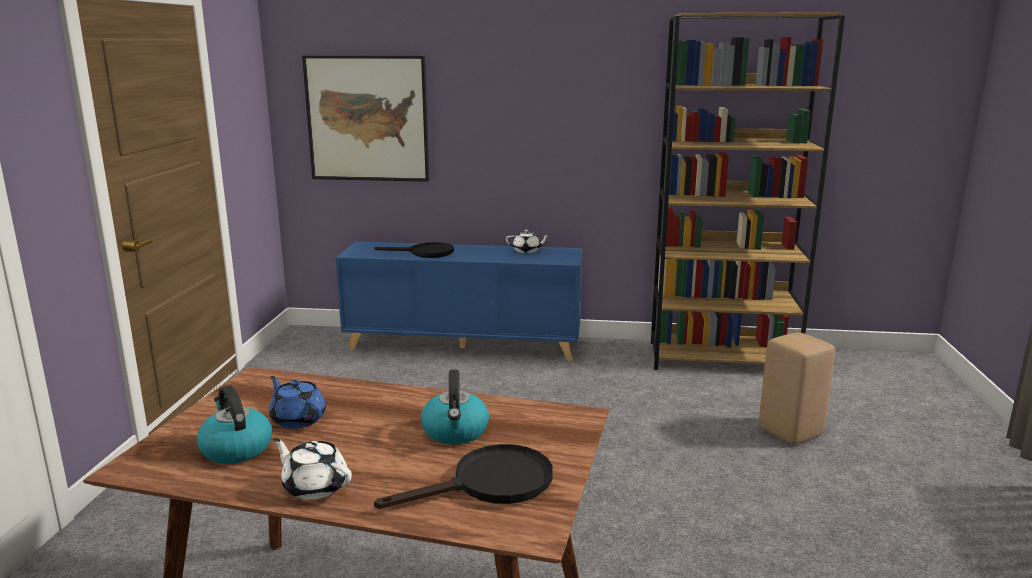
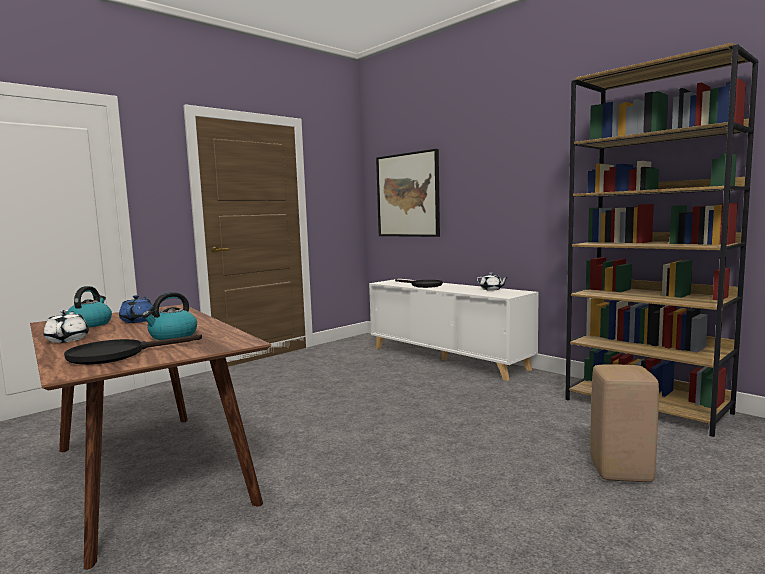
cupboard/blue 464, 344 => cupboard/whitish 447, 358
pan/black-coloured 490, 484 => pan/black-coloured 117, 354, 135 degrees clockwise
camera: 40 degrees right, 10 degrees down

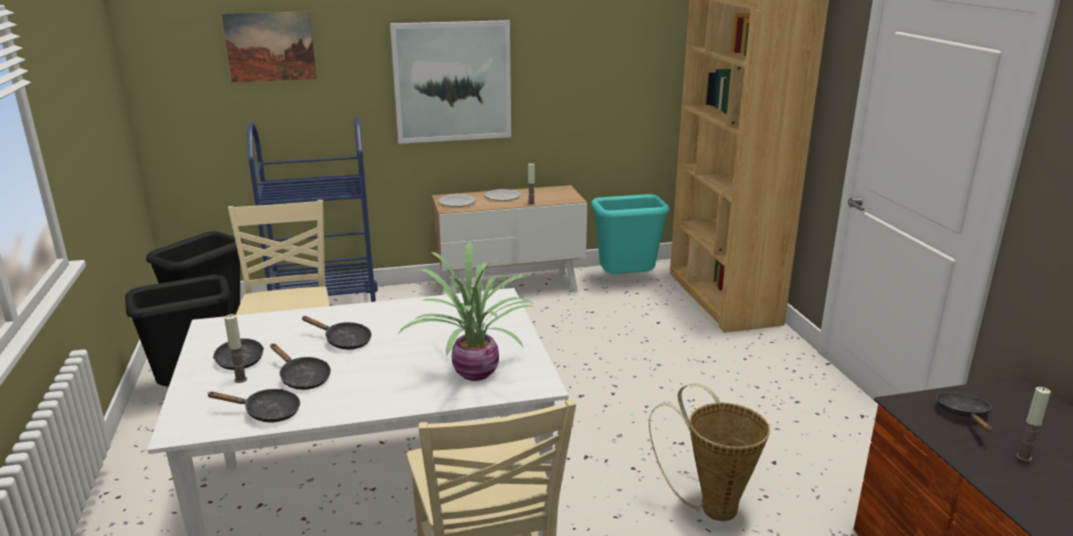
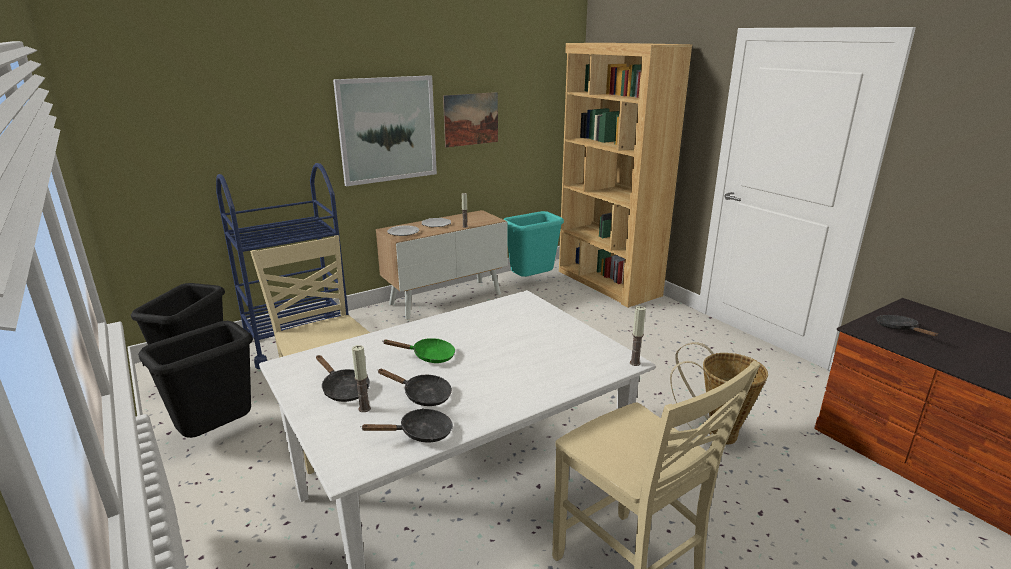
plant in a pot 475, 372 => nothing
picture 270, 46 => picture 471, 119, shifted
wax candle 1023, 457 => wax candle 635, 363, shifted
pan/black-coloured 344, 341 => pan/greenish 429, 356
camera: 20 degrees left, 0 degrees up

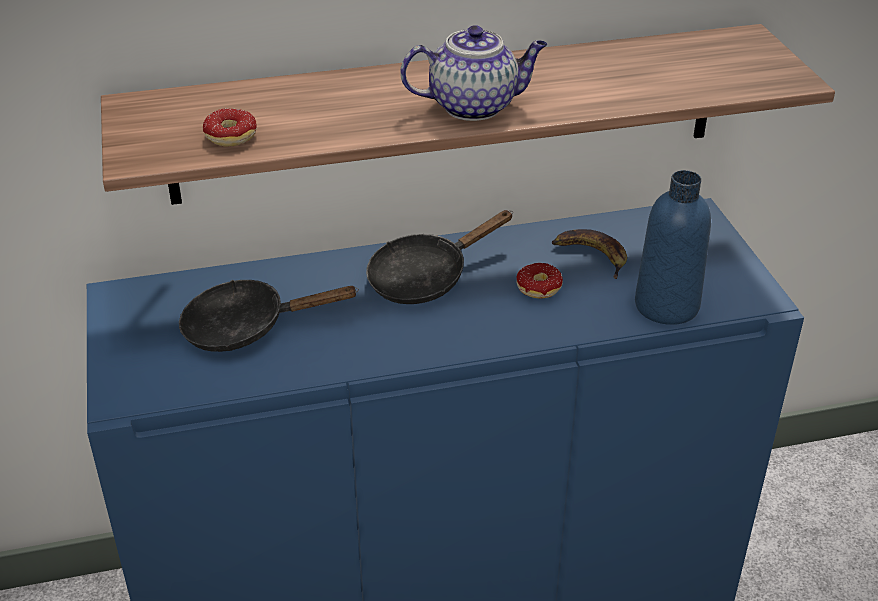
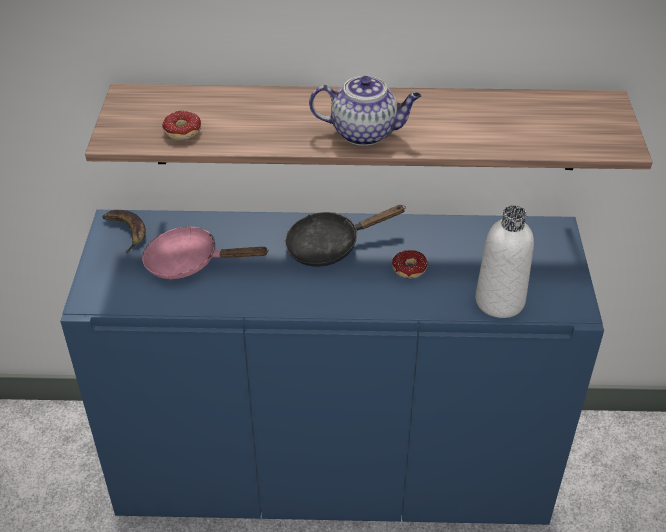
whole banana 591, 255 => whole banana 125, 231, shifted
pan/black-coloured 246, 327 => pan/pink 190, 262
bottle/blue 666, 306 => bottle/whitish 499, 301
camera: 15 degrees right, 5 degrees up

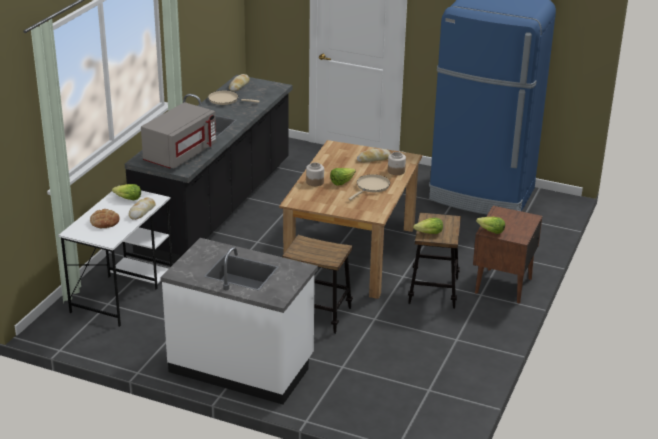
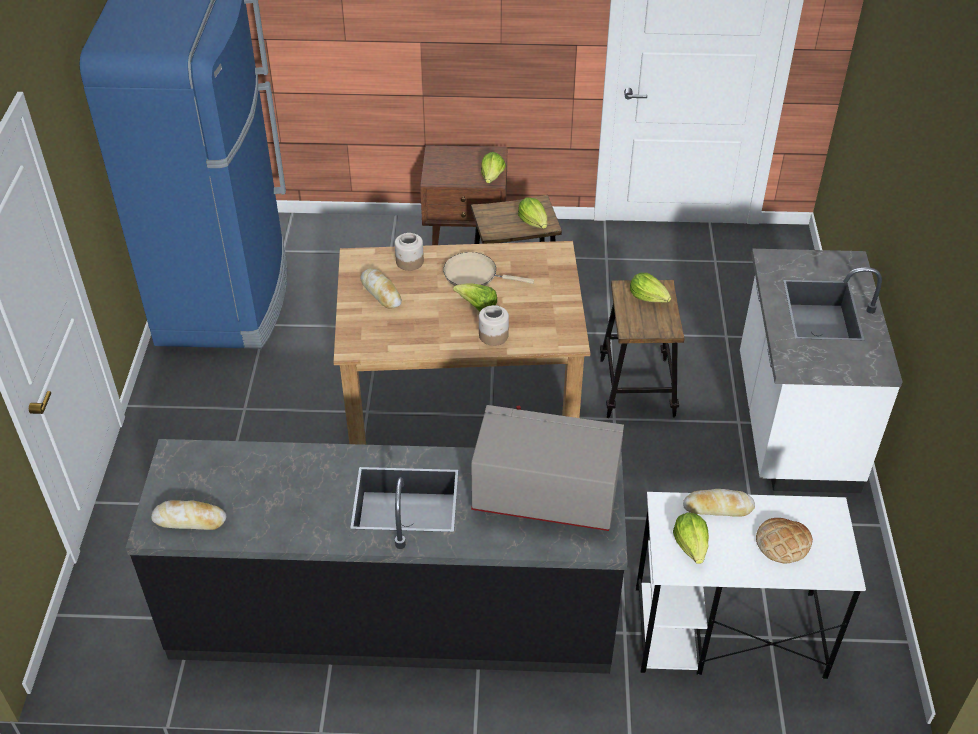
pan/beige 226, 100 => nothing
nothing => lettuce head 649, 297
camera: 110 degrees left, 15 degrees up

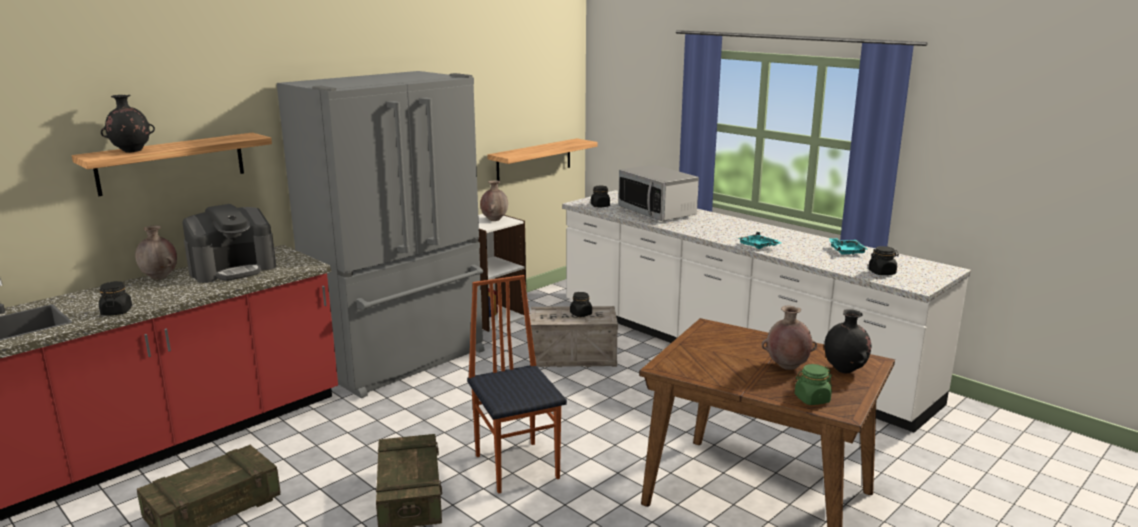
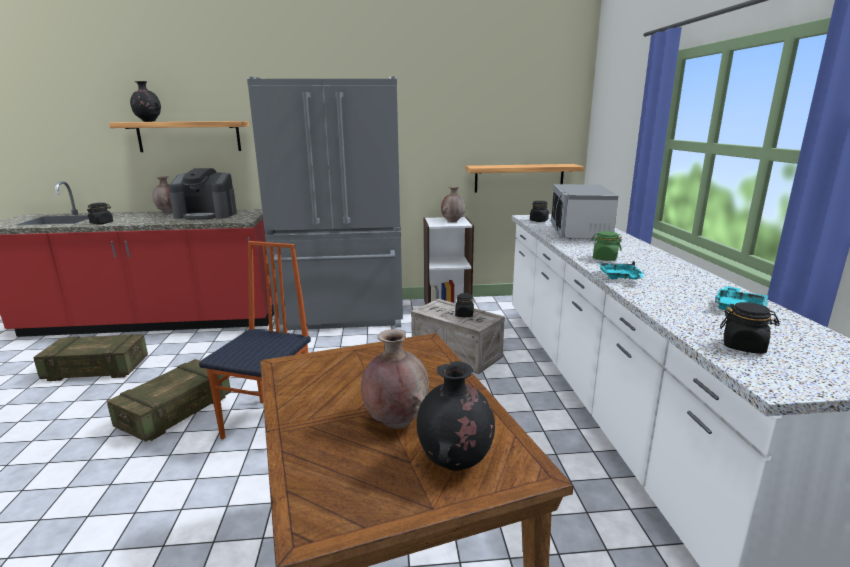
jar/greenish 812, 399 => jar/greenish 604, 258, shifted
camera: 40 degrees right, 0 degrees up

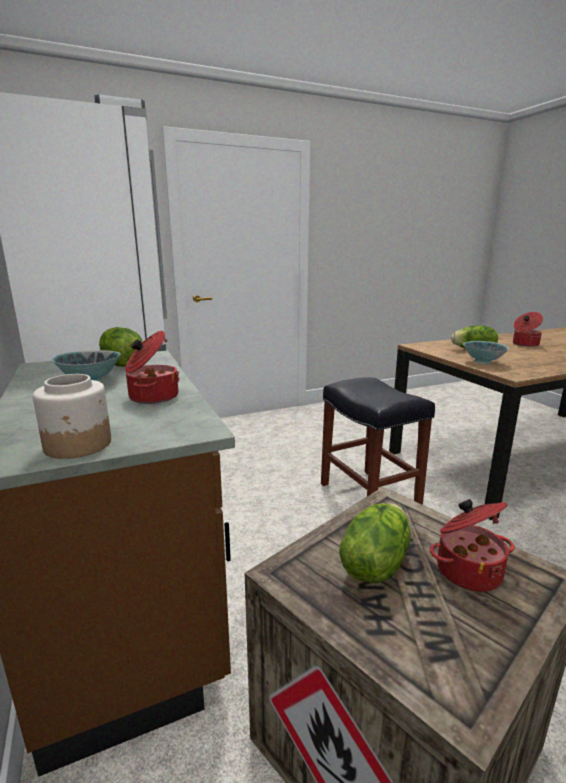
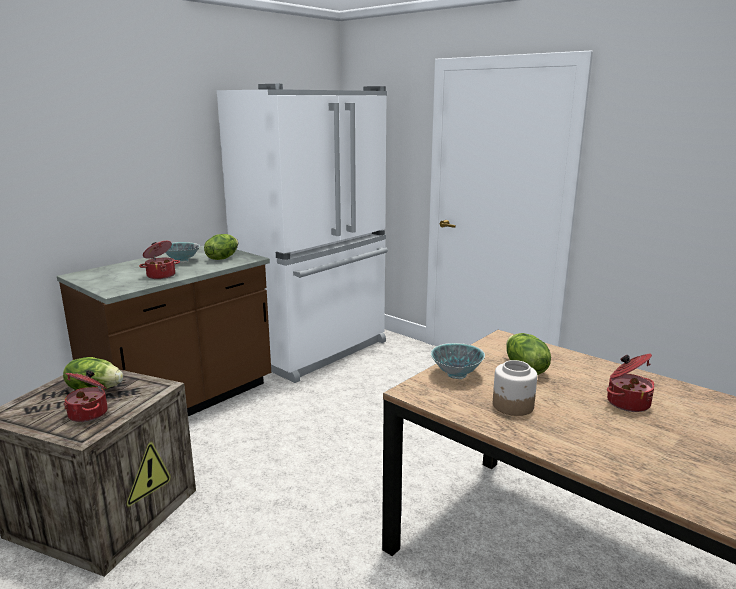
sitting stool/black-coloured 367, 495 => nothing
jar 78, 445 => jar 513, 406, shifted
camera: 65 degrees right, 0 degrees up

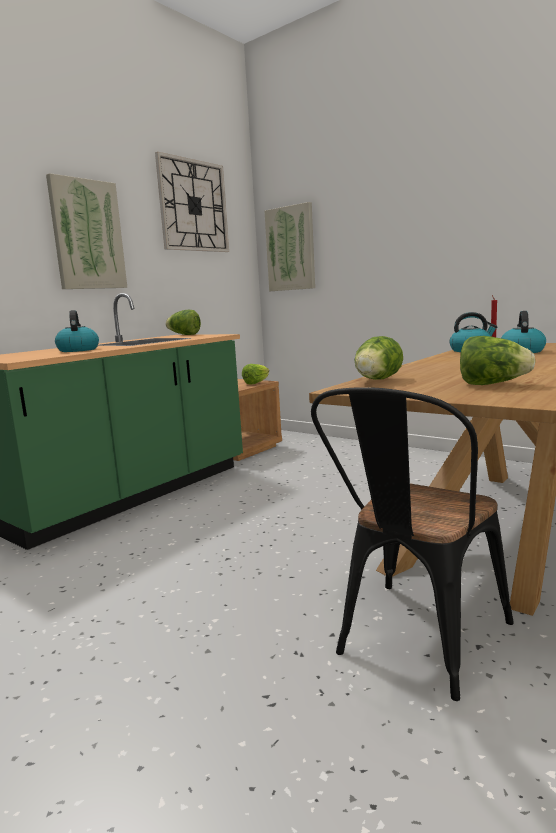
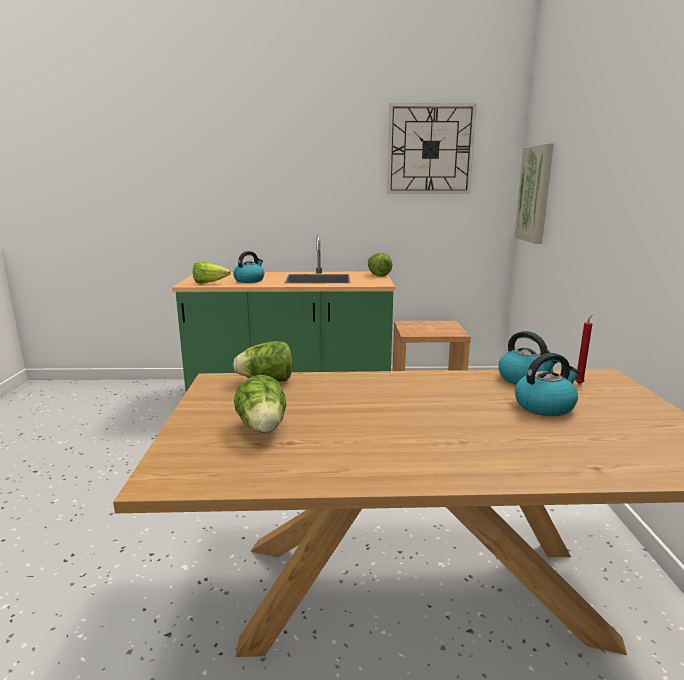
picture 87, 235 => nothing
upright chair/black-coloured 415, 643 => nothing
lettuce head 256, 383 => lettuce head 209, 283, shifted
camera: 50 degrees right, 5 degrees up

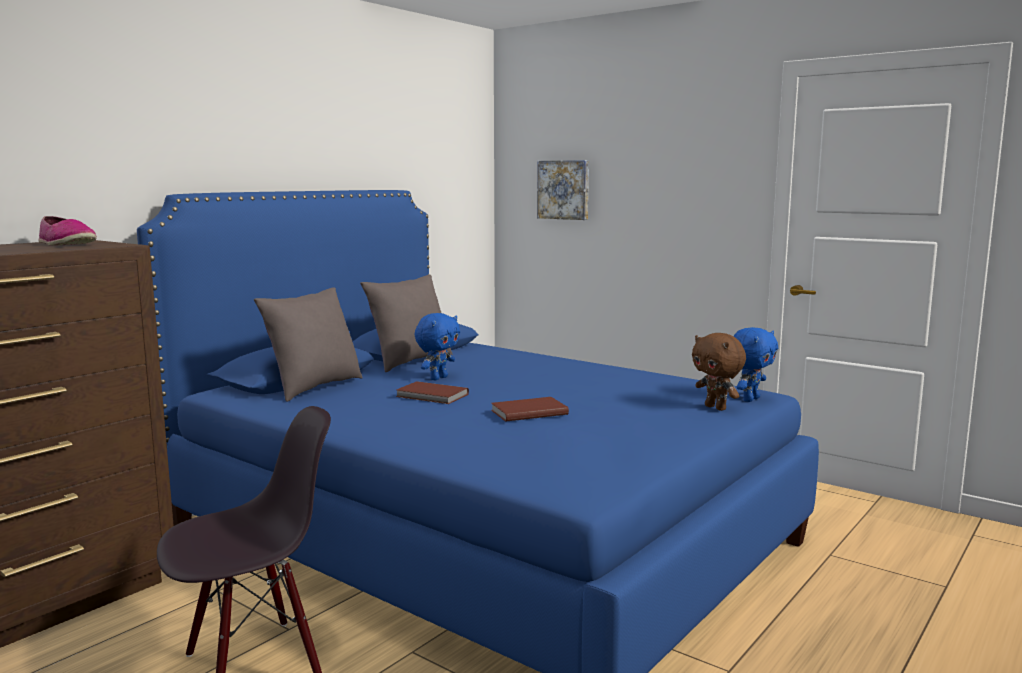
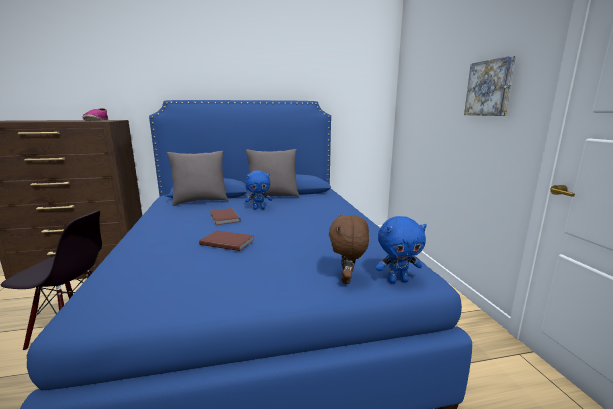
picture 564, 189 => picture 490, 88, shifted
camera: 40 degrees right, 5 degrees up

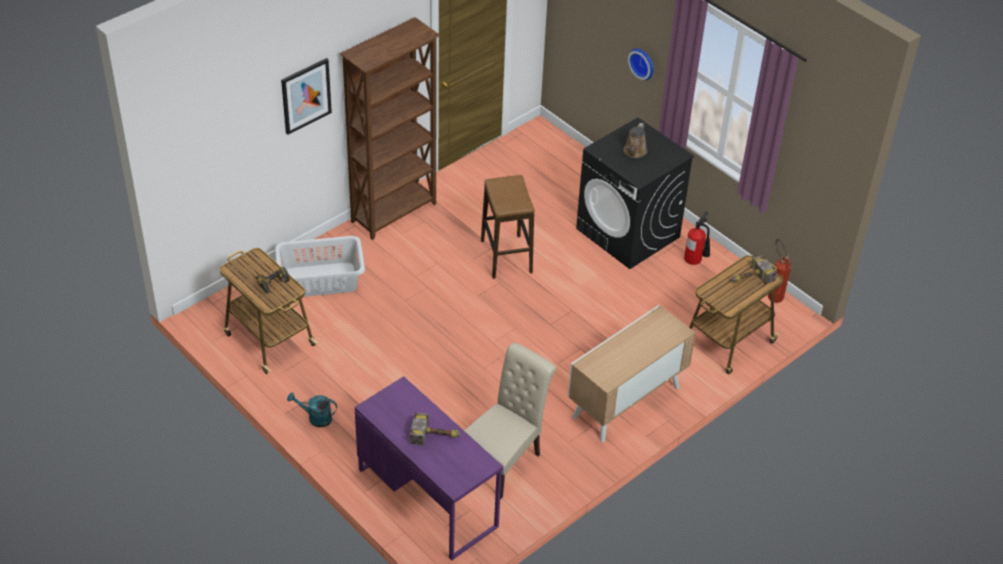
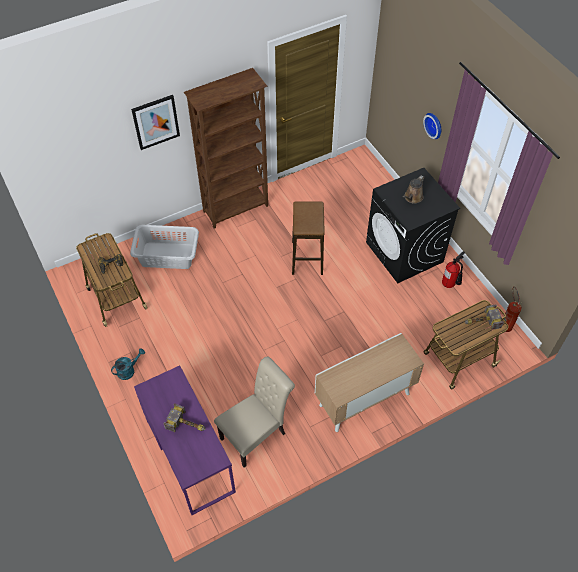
sprinkling can/turquoise-coloured 315, 418 => sprinkling can/turquoise-coloured 129, 370, 120 degrees clockwise
camera: 15 degrees right, 10 degrees up

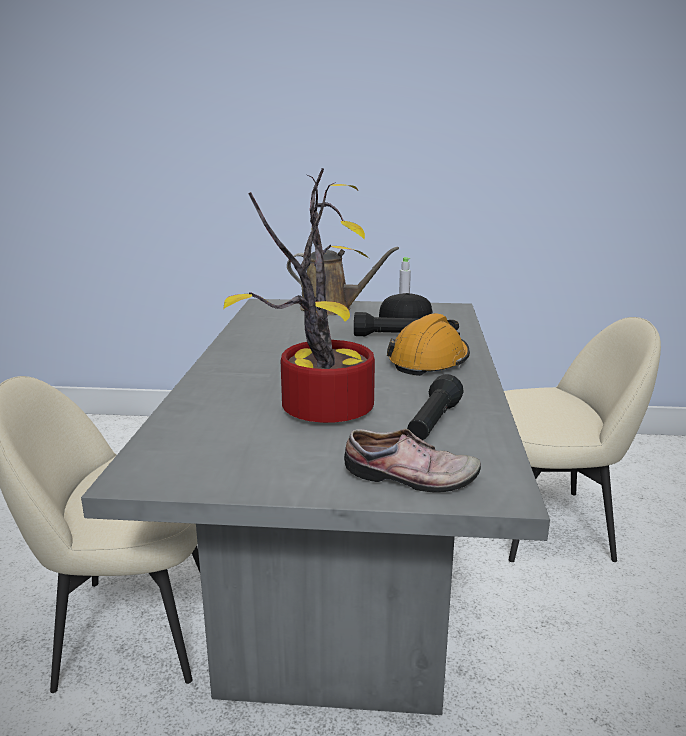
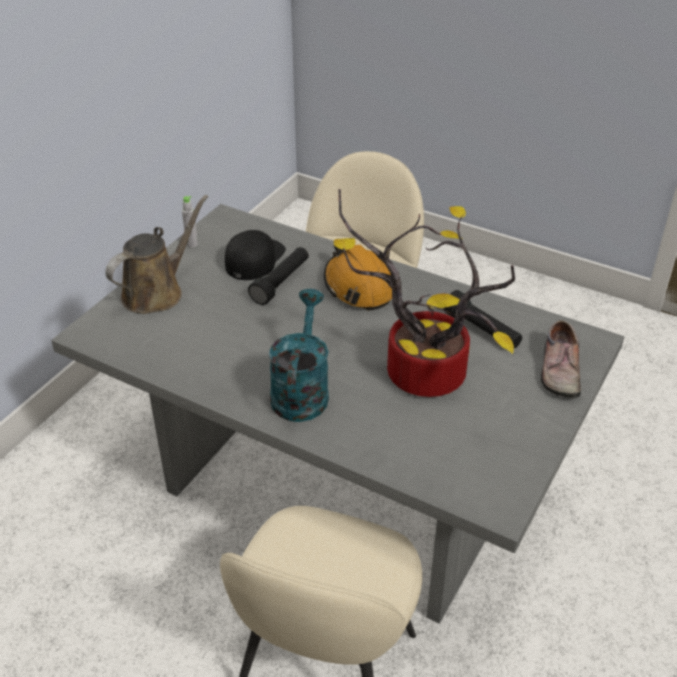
nothing => sprinkling can/turquoise-coloured 301, 390
shoe 411, 478 => shoe 558, 370, 150 degrees clockwise
camera: 65 degrees left, 20 degrees up

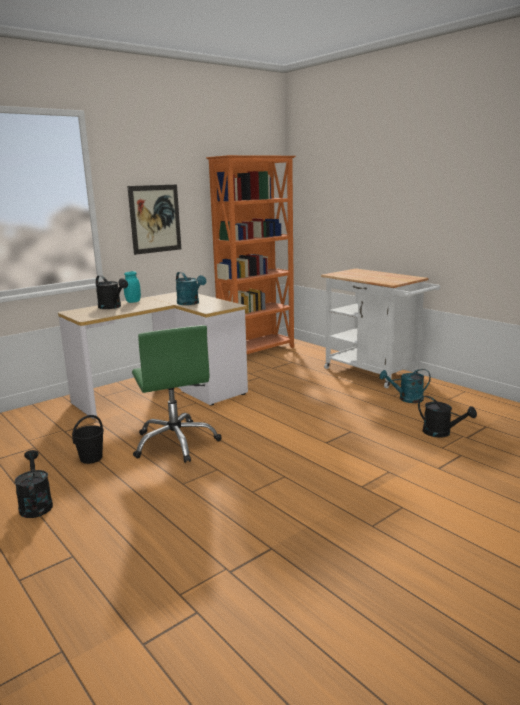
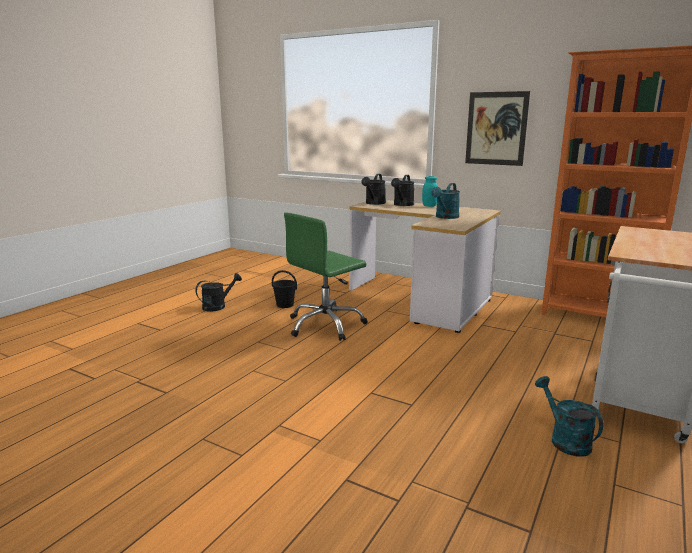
sprinkling can/black-coloured 441, 433 => sprinkling can/black-coloured 374, 203, shifted
camera: 70 degrees right, 0 degrees up

